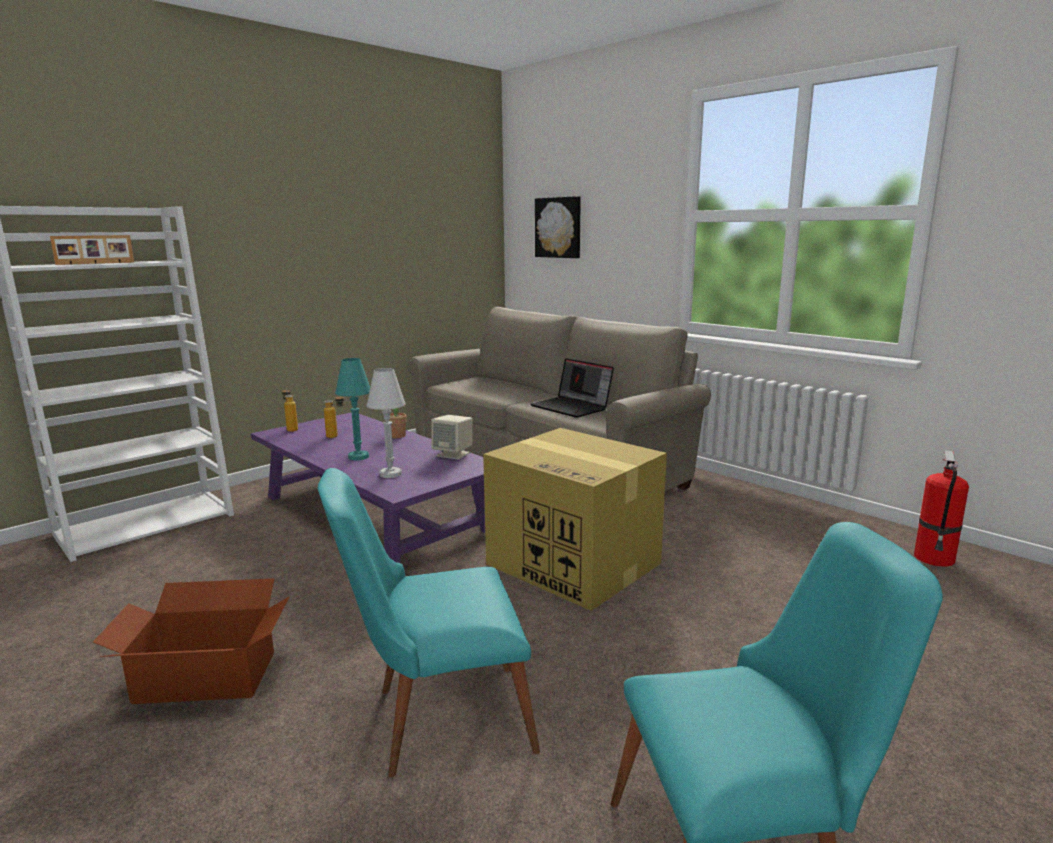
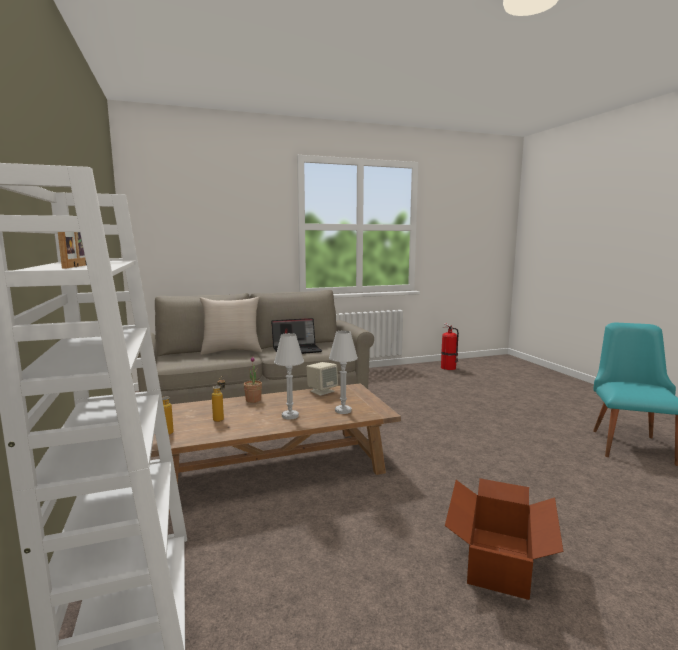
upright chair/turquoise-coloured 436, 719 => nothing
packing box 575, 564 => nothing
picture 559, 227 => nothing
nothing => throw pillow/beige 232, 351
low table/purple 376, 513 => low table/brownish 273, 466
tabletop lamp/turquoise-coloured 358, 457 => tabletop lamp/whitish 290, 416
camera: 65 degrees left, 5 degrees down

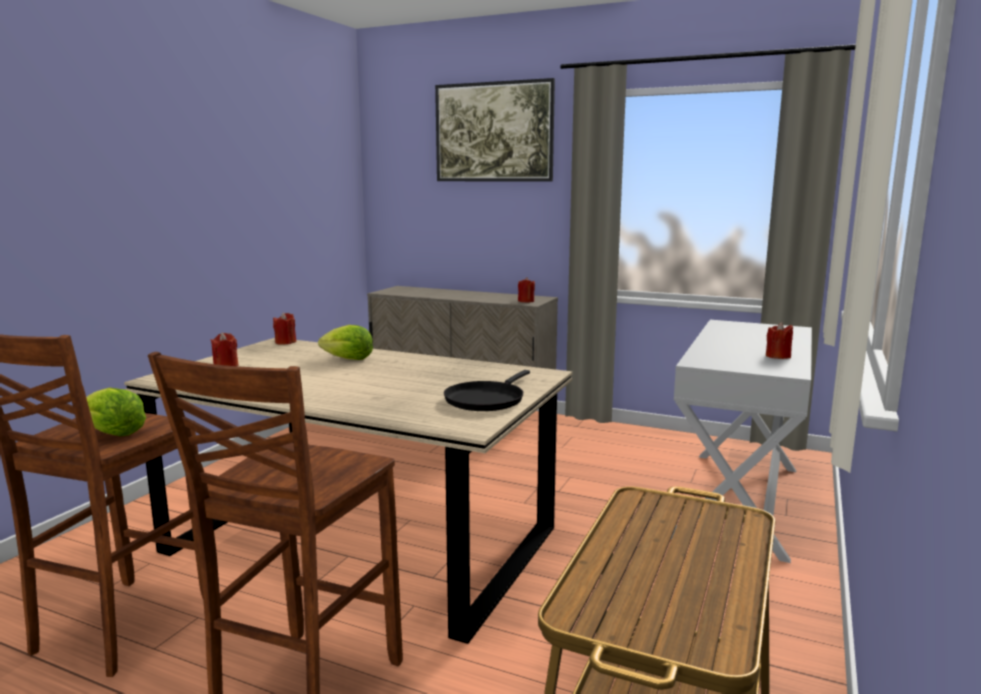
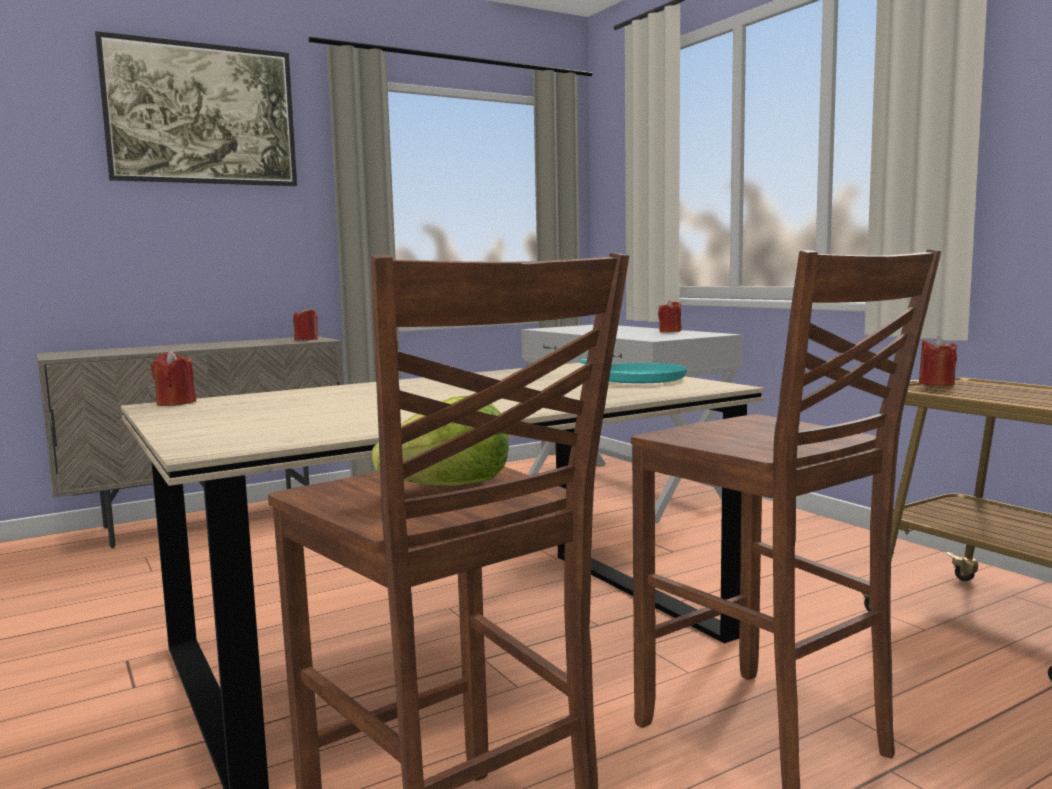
lettuce head 348, 359 => nothing
wax candle/red 226, 366 => wax candle/red 936, 384, shifted
pan/black-coloured 486, 399 => pan/turquoise-coloured 635, 378
camera: 55 degrees left, 5 degrees down

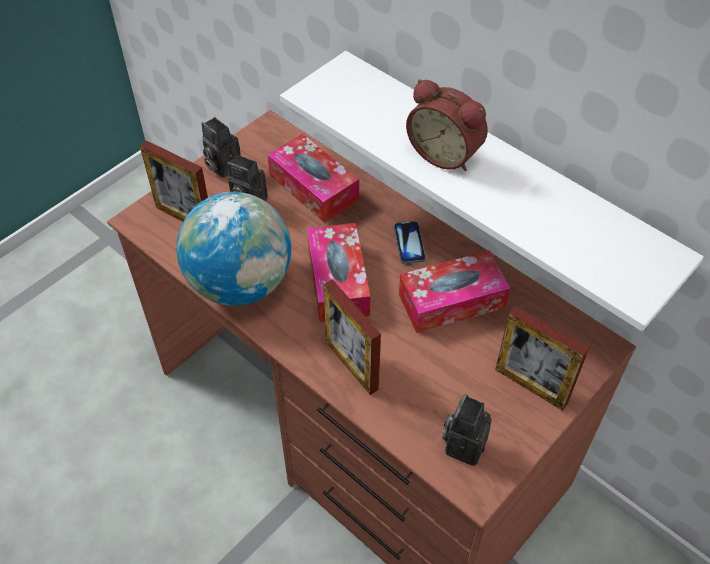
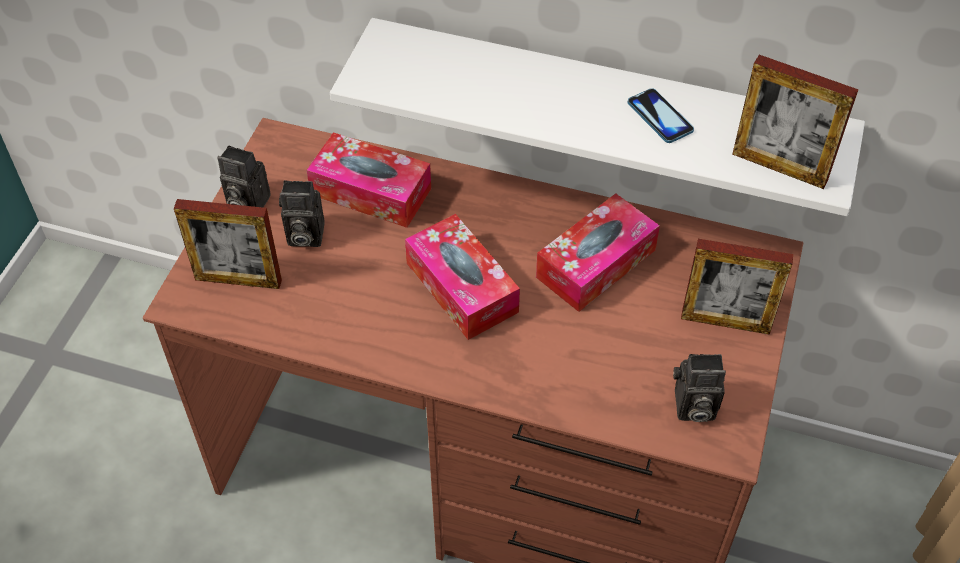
globe 240, 283 => nothing
bedside clock 446, 153 => nothing
photo frame 351, 365 => photo frame 779, 167, shifted
phone 409, 243 => phone 660, 117, shifted
still camera 463, 444 => still camera 692, 407, 90 degrees counterclockwise
camera: 25 degrees left, 0 degrees up

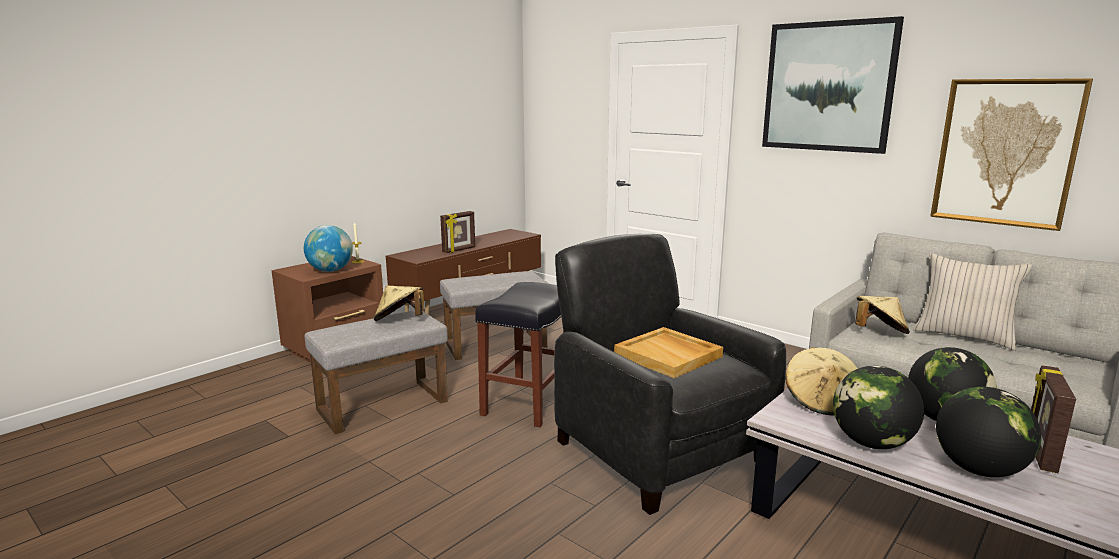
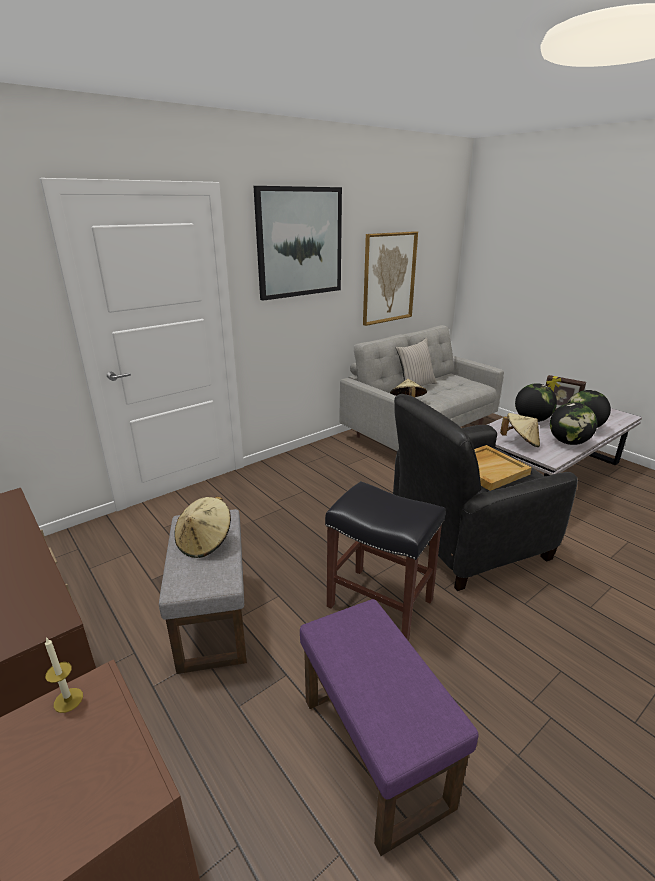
globe 330, 271 => nothing
photo frame 459, 250 => nothing
wearable hat/beige 400, 320 => wearable hat/beige 205, 542, shifted
ottoman/gray 383, 405 => ottoman/purple 371, 749
camera: 80 degrees left, 10 degrees up

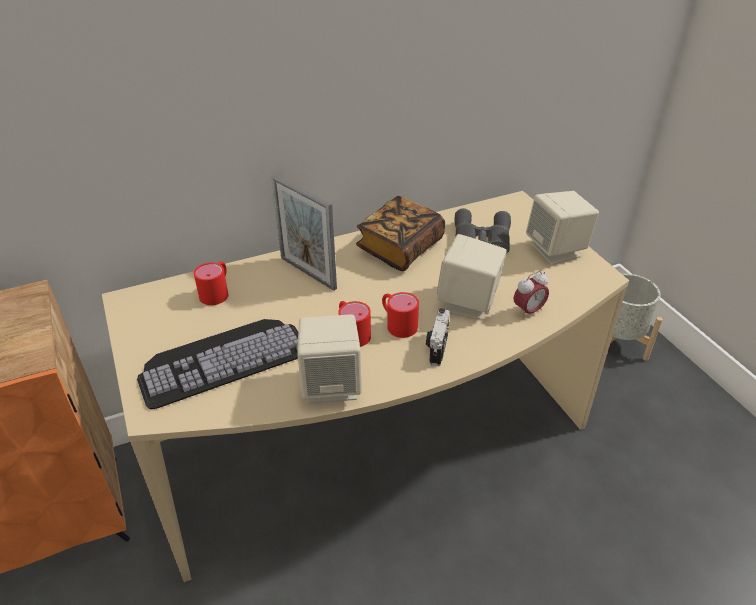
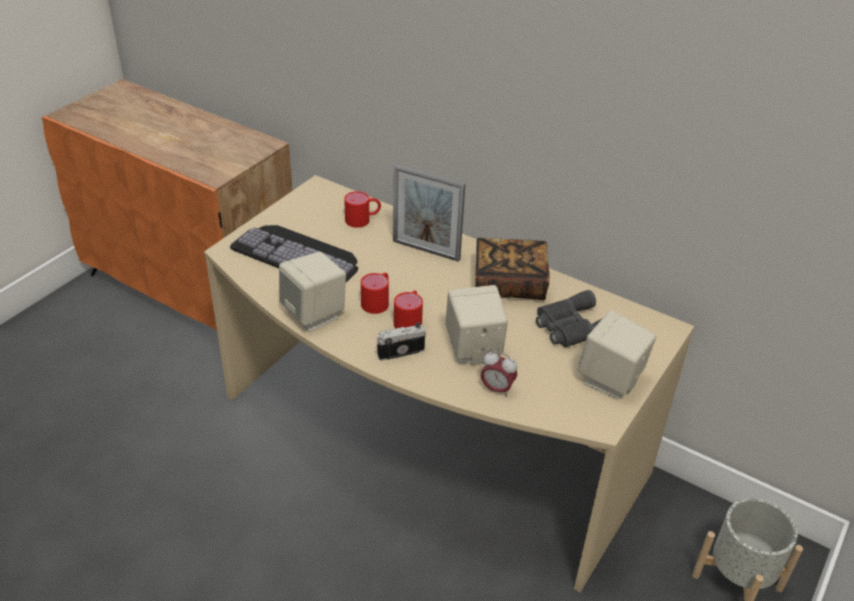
photo frame 308, 273 => photo frame 426, 250, 75 degrees counterclockwise
camera: 55 degrees right, 0 degrees up

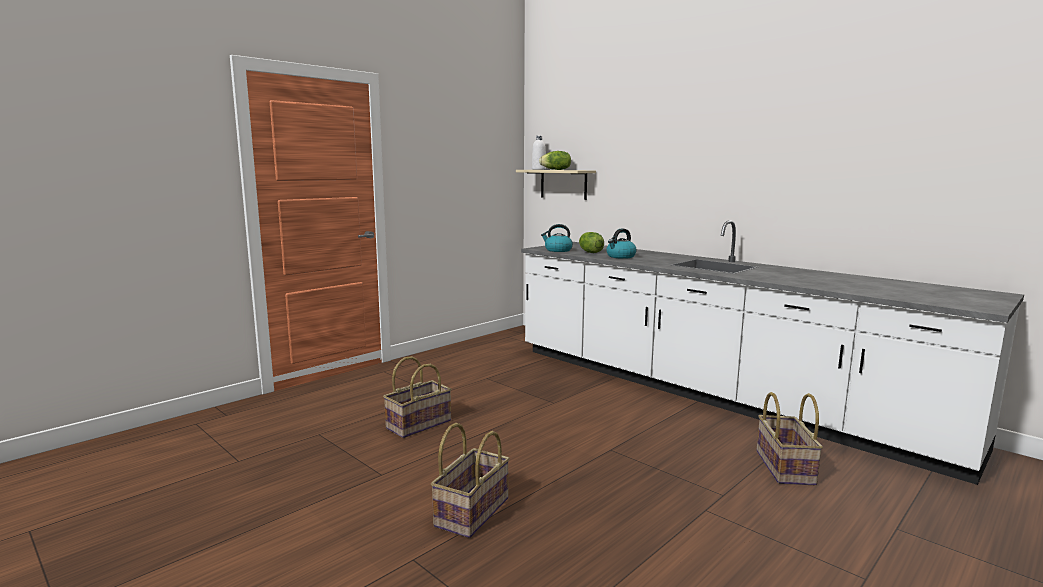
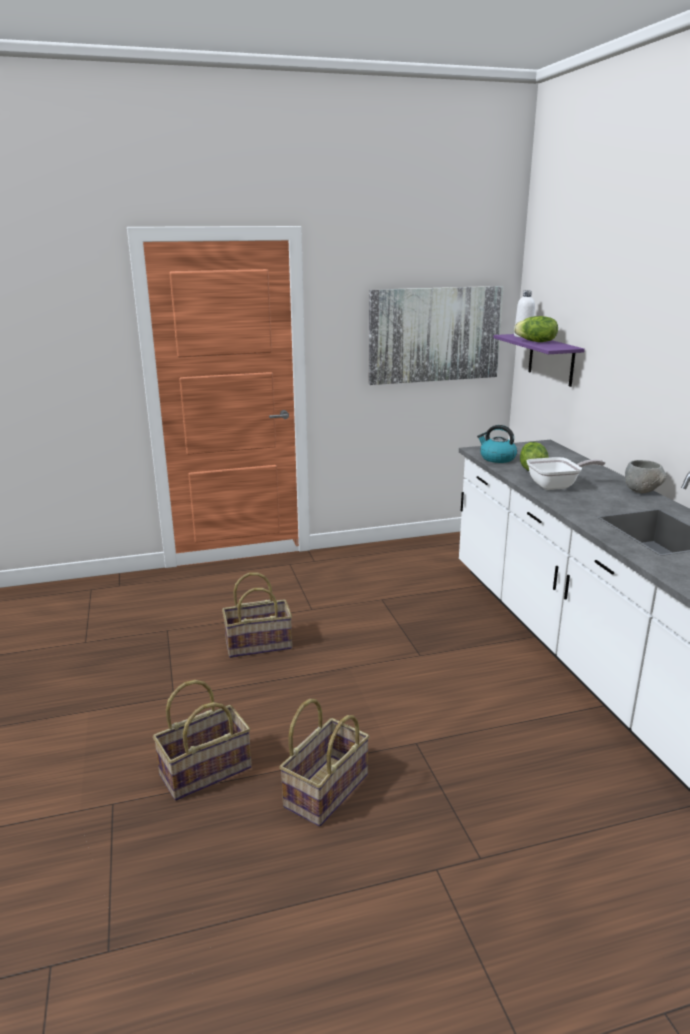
nothing => picture 434, 334
nothing => bowl/gray 641, 492
household basket 783, 467 => household basket 325, 789, shifted
tea kettle 620, 256 => pan 557, 486
shelf/beige 563, 184 => shelf/purple 551, 359
camera: 30 degrees right, 10 degrees up

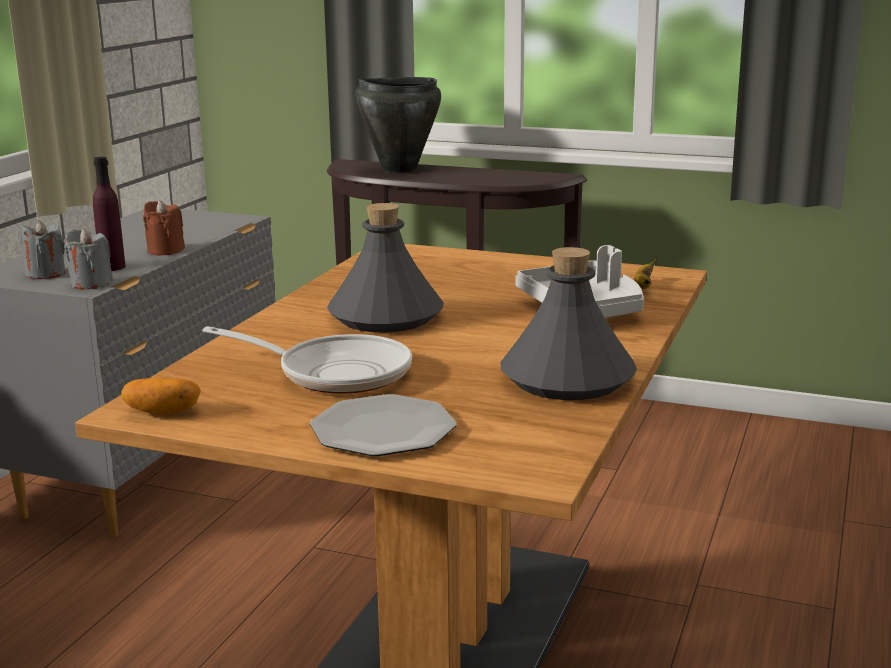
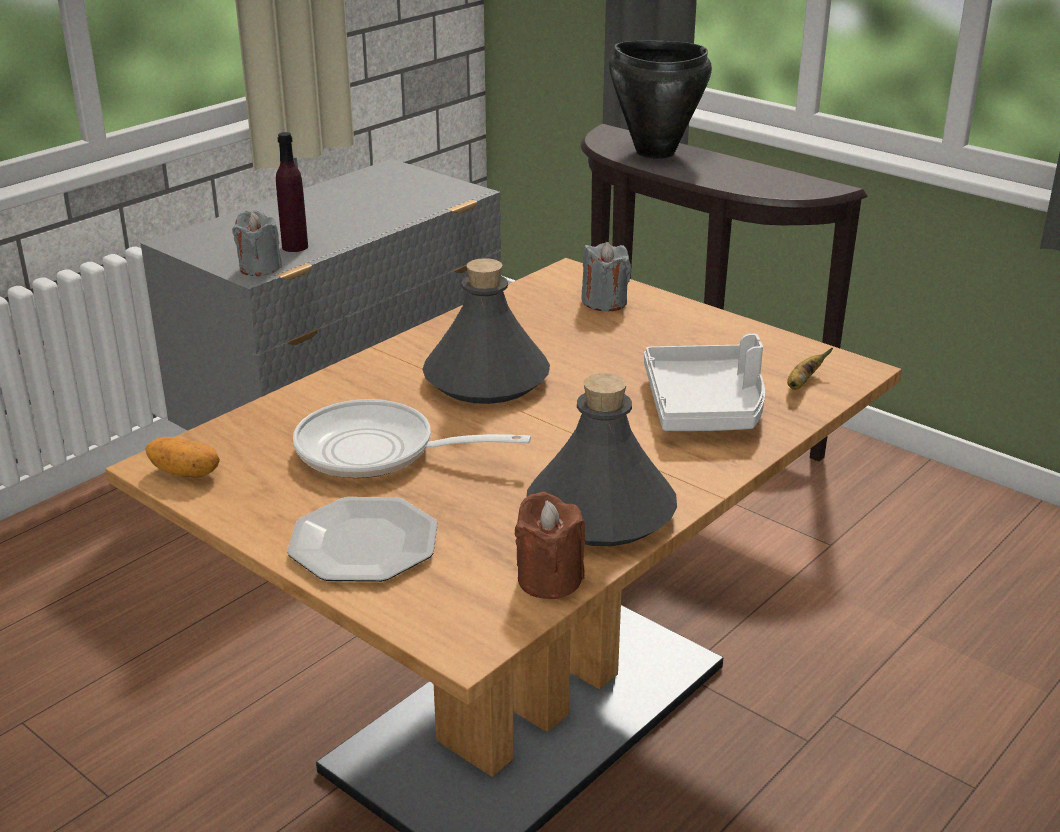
wax candle/gray 46, 274 => wax candle/gray 604, 302, shifted
wax candle/brownish 165, 250 => wax candle/brownish 549, 579, shifted
pan 335, 373 => pan 377, 452, 150 degrees clockwise
camera: 20 degrees right, 10 degrees up

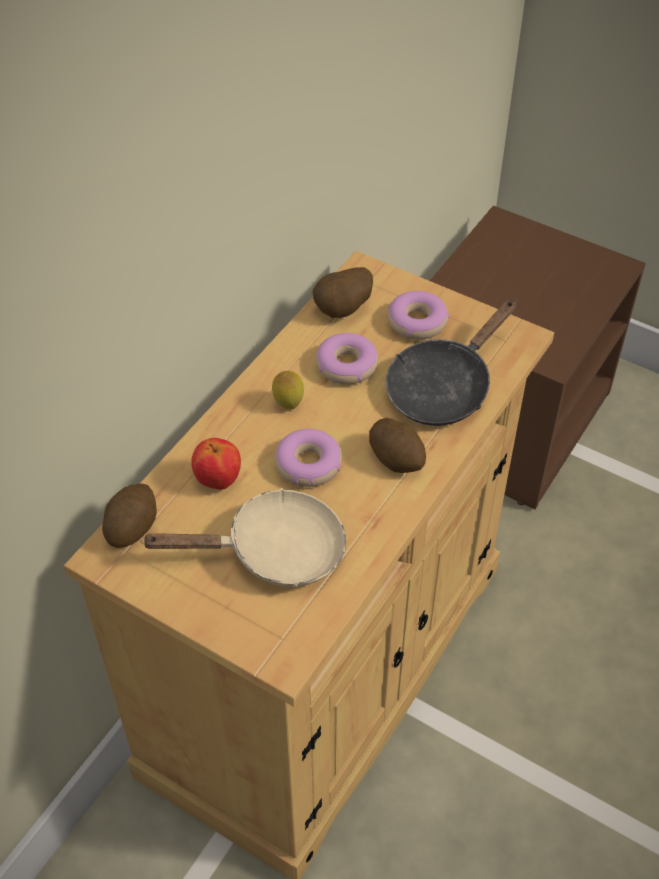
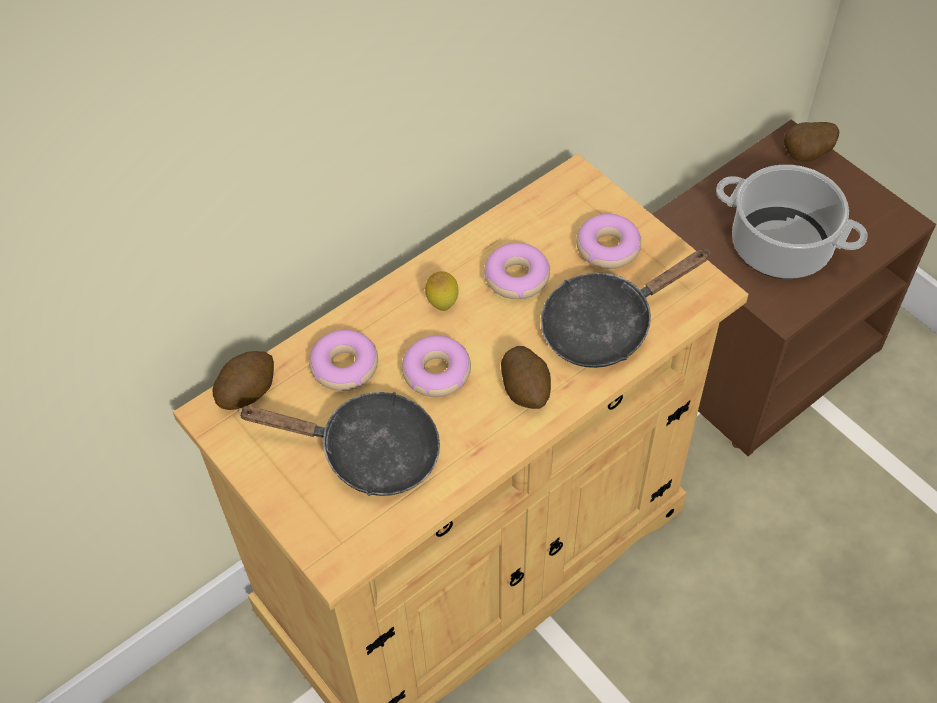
nothing => cooking pot 782, 246
spud 343, 311 => spud 807, 156, shifted
apple 218, 481 => doughnut 344, 366
pan/beige 274, 551 => pan/black-coloured 368, 452
camera: 20 degrees right, 5 degrees up

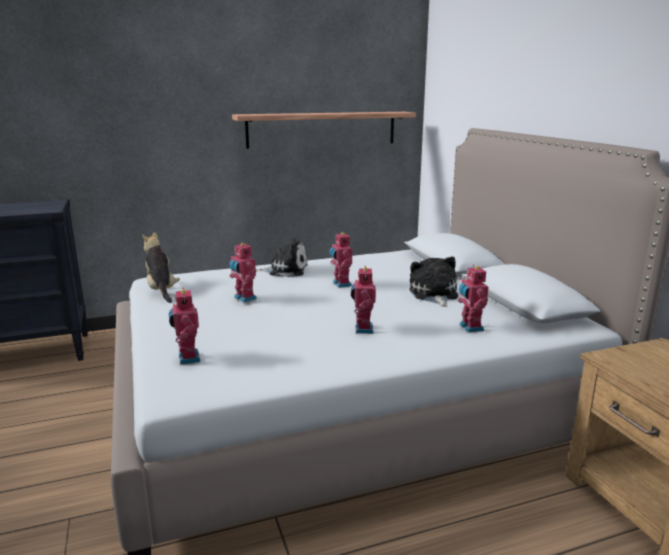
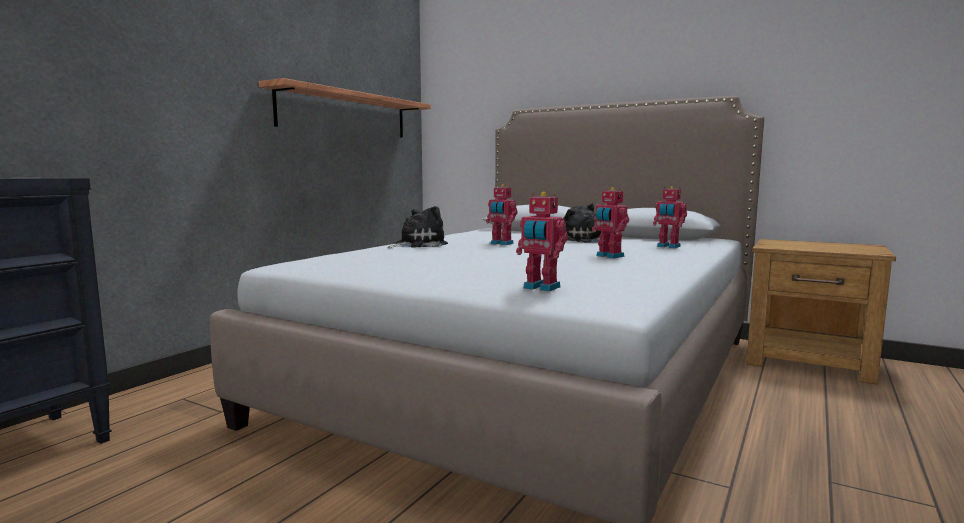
cuddly toy 161, 290 => nothing
model robot 244, 298 => nothing
camera: 40 degrees left, 10 degrees down

